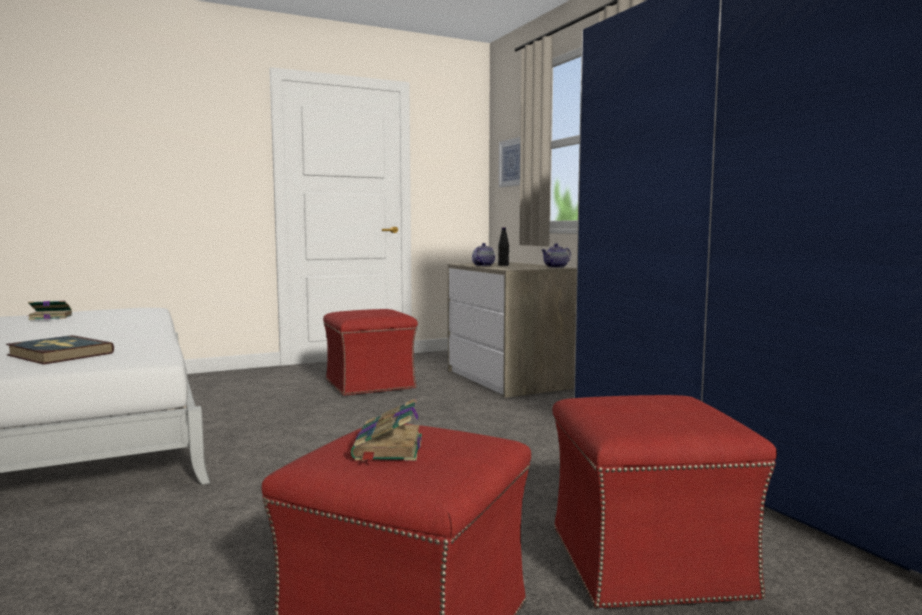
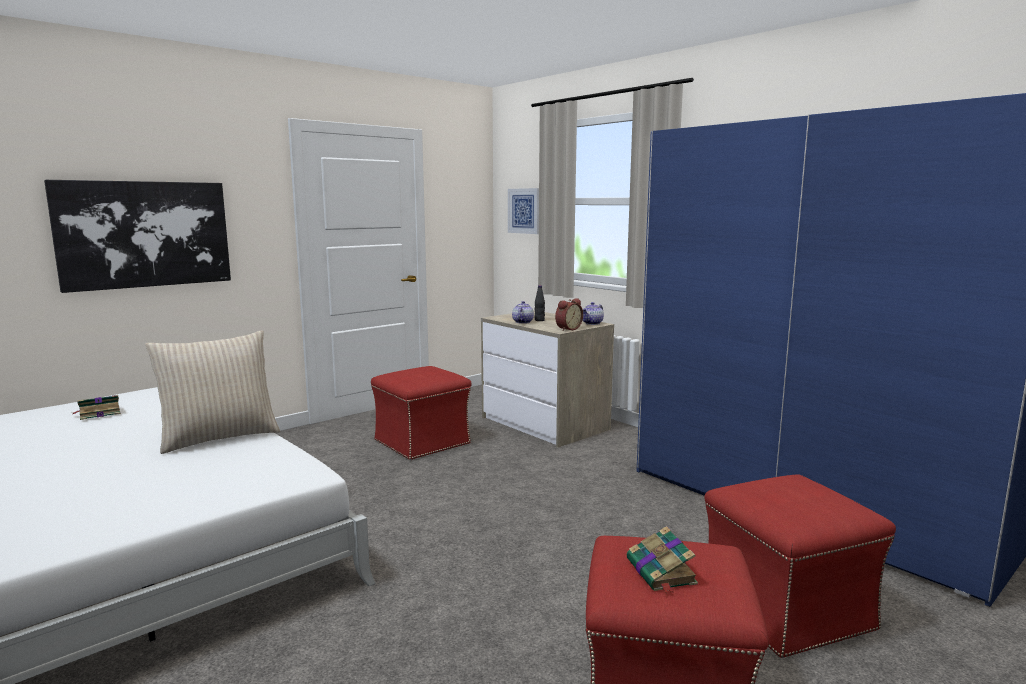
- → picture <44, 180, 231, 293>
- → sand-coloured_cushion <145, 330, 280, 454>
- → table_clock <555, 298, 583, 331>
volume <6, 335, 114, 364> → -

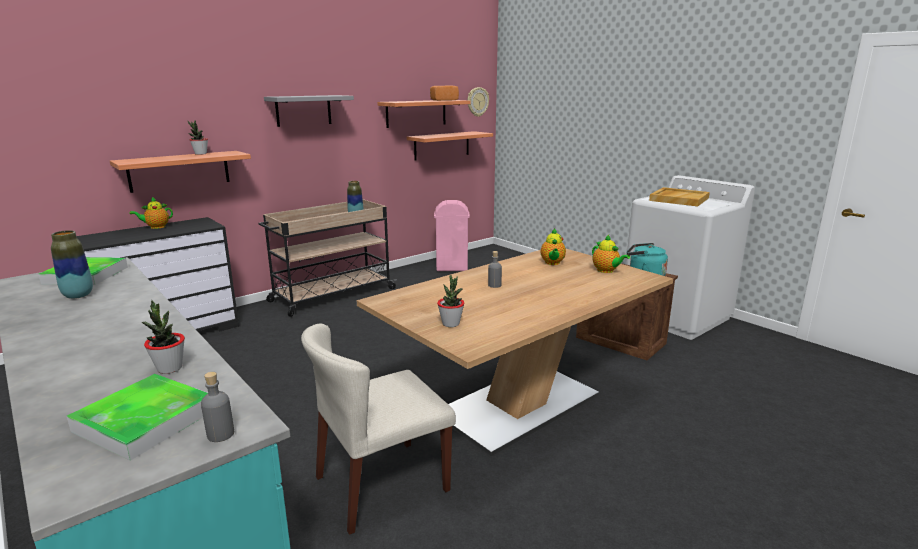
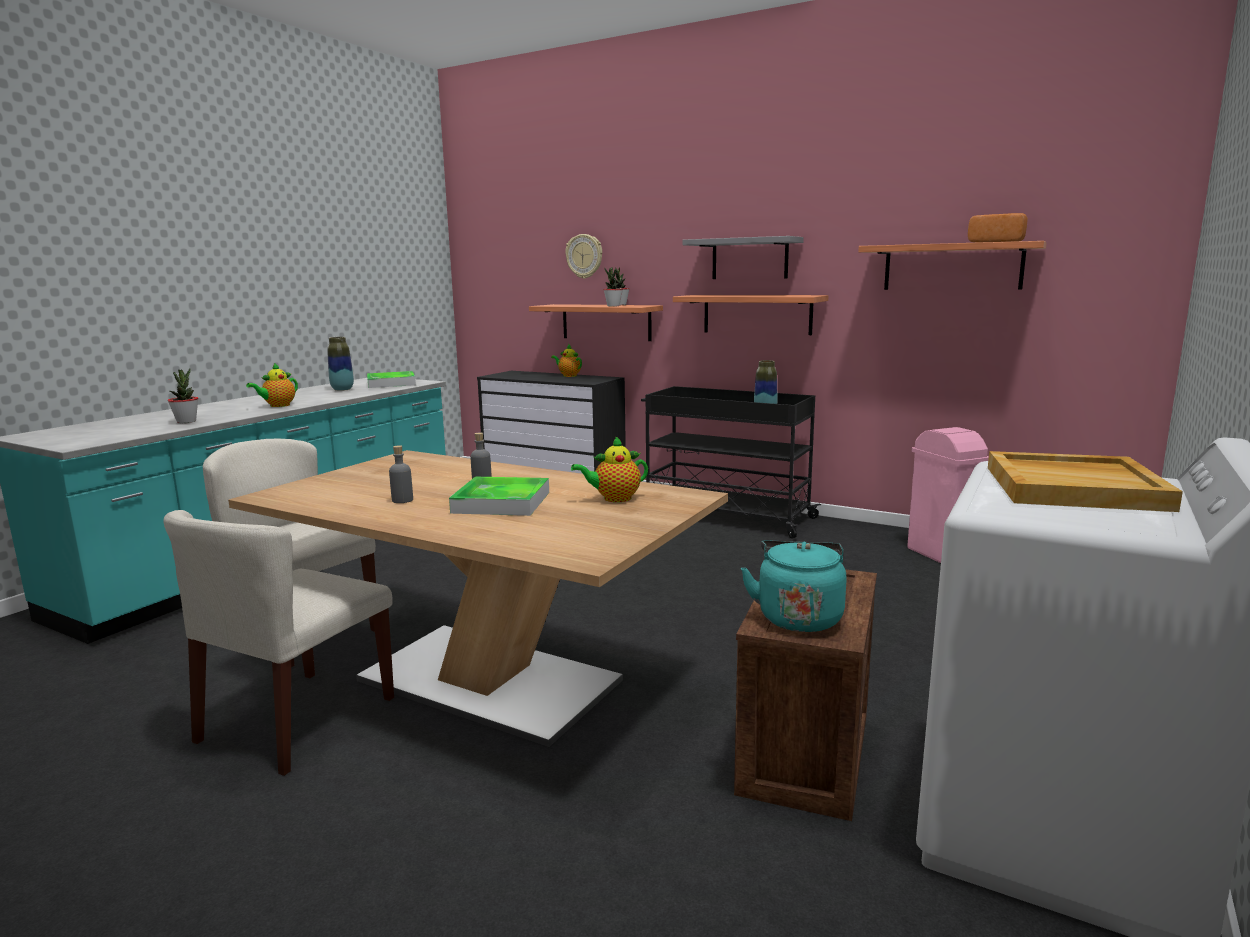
- → sand-coloured_plain_chair <164, 510, 394, 776>
teapot <592, 235, 630, 273> → teapot <246, 363, 298, 407>, move
grey_bottle <201, 372, 234, 442> → grey_bottle <389, 445, 413, 503>, move
tray <67, 374, 208, 461> → tray <449, 477, 549, 516>, move
hanging_clock <468, 87, 489, 117> → hanging_clock <565, 234, 602, 279>, move
houseplant <437, 275, 464, 327> → houseplant <603, 267, 623, 307>, move
sand-coloured_trolley <259, 199, 397, 317> → black-coloured_trolley <641, 386, 821, 539>
shelf <407, 131, 493, 160> → shelf <673, 295, 828, 335>, move

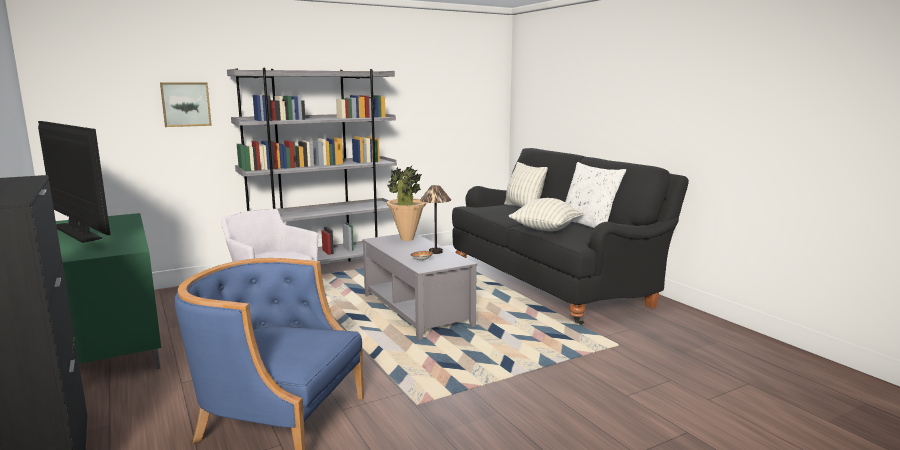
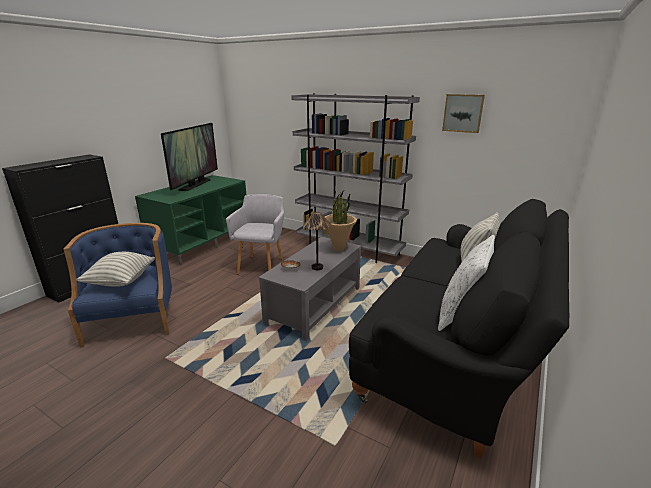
cushion <509, 198, 583, 231> → cushion <76, 252, 155, 287>, move
picture <160, 83, 212, 127> → picture <442, 94, 485, 133>, move

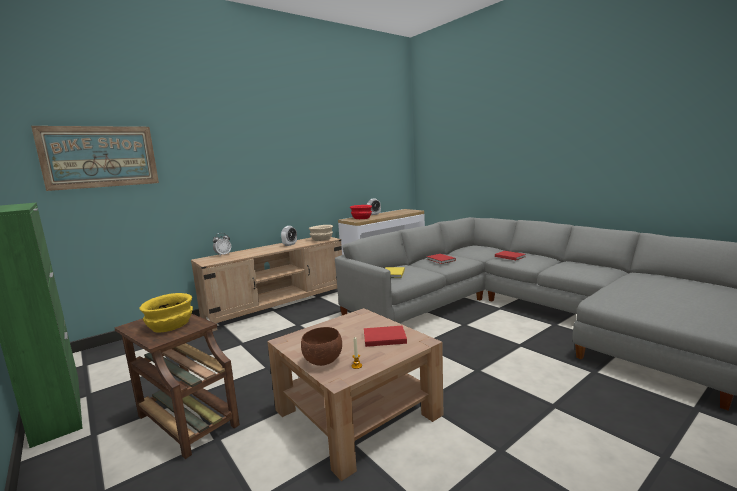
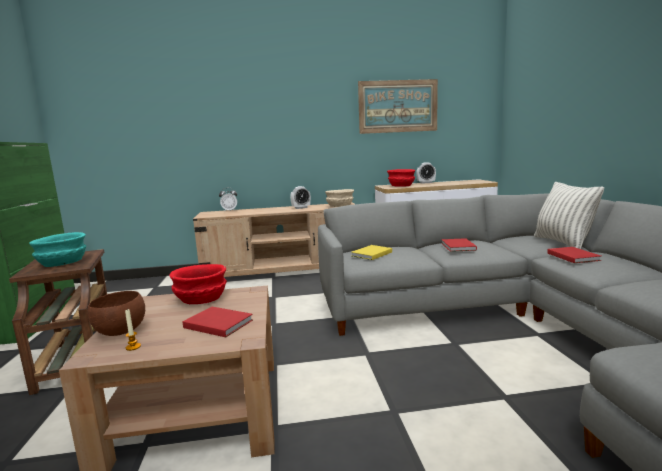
yellow_bowl <139, 293, 193, 333> → turquoise-coloured_bowl <29, 232, 86, 267>
- → red-coloured_bowl <169, 264, 227, 304>
picture <31, 126, 159, 191> → picture <358, 79, 438, 134>, move
- → cushion <534, 182, 604, 249>

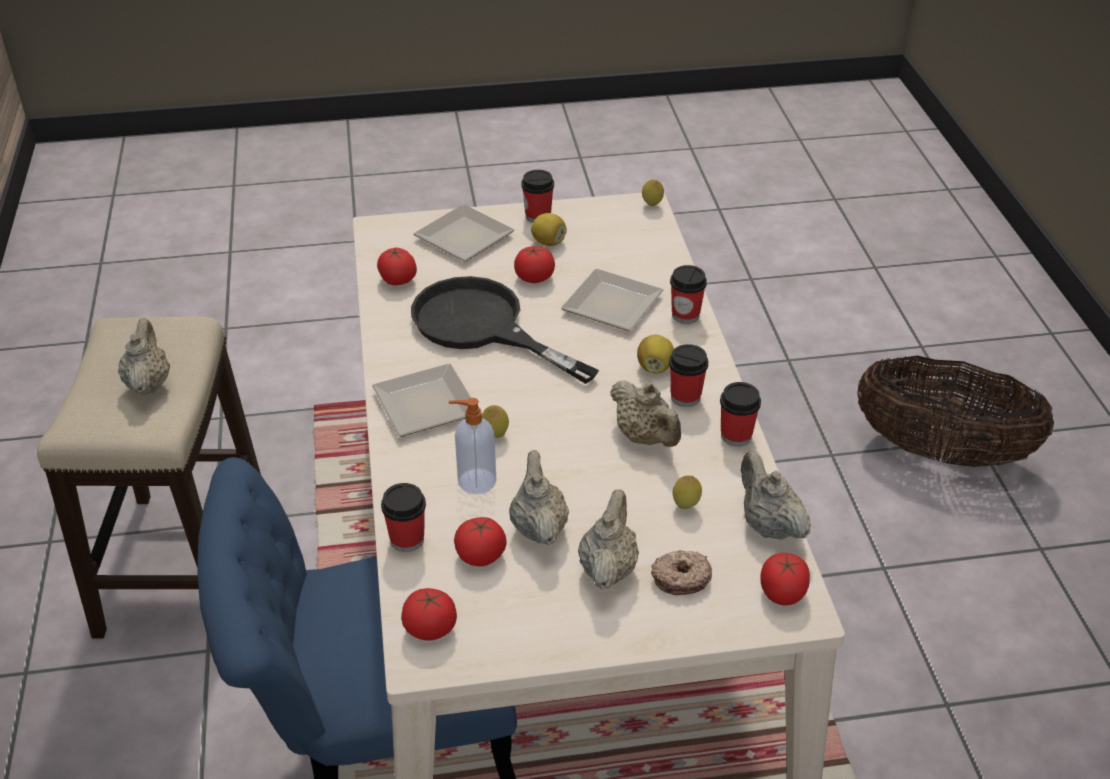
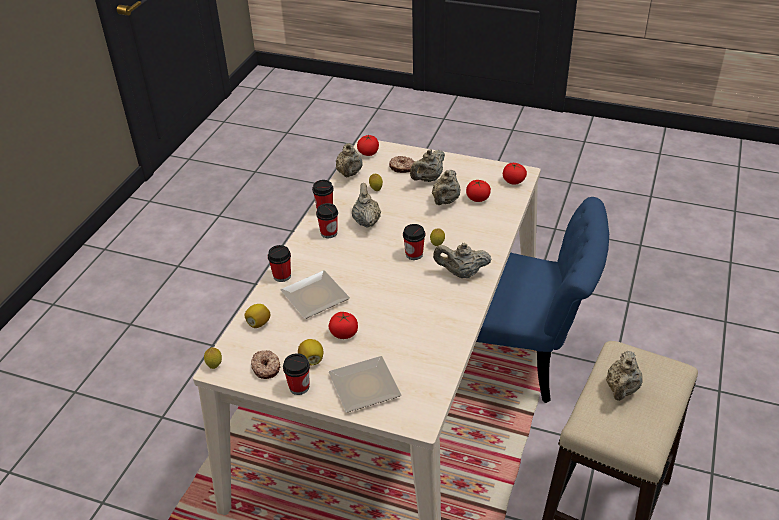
lemon <637, 335, 674, 374> → lemon <245, 304, 270, 328>, move
- → ring_doughnut <251, 350, 280, 379>
small_cup <381, 483, 426, 552> → small_cup <403, 224, 425, 260>, move
flat_dish <372, 363, 471, 437> → sand-coloured_teapot <433, 243, 492, 278>
fresh_tomato <377, 247, 417, 285> → -
black-coloured_skillet <411, 276, 599, 384> → -
soap_bottle <449, 398, 496, 494> → -
storage_basket <857, 356, 1054, 467> → -

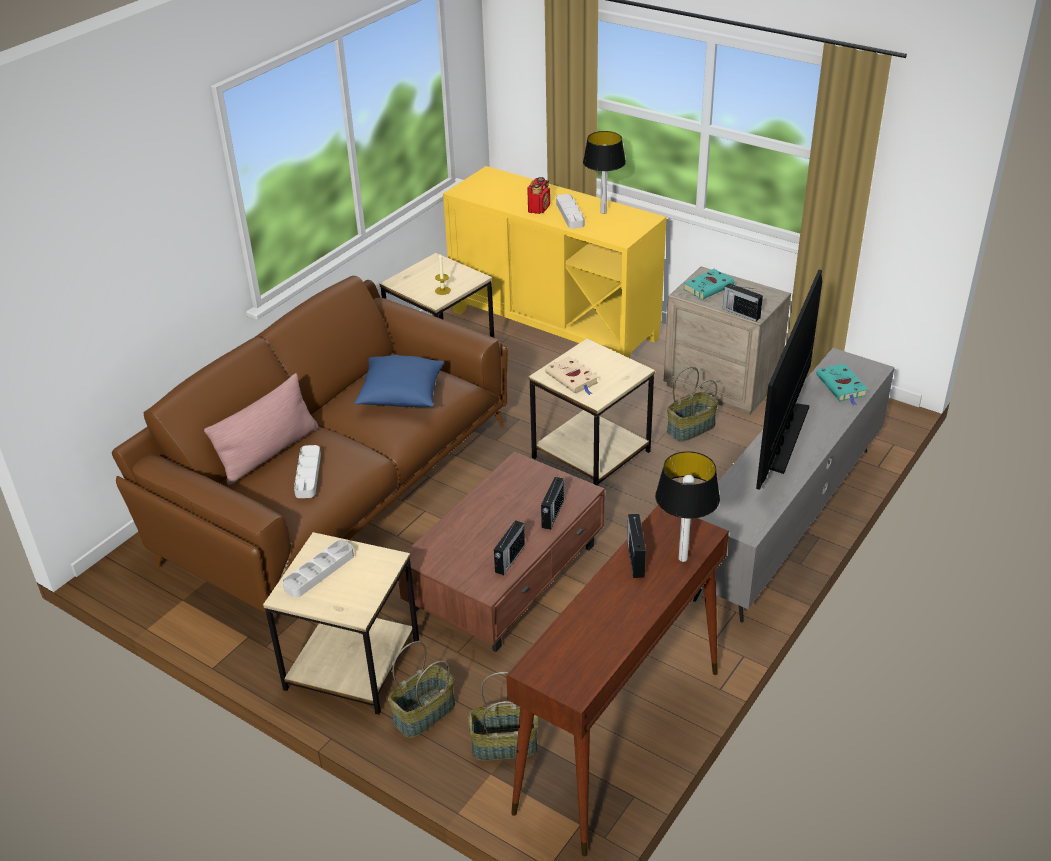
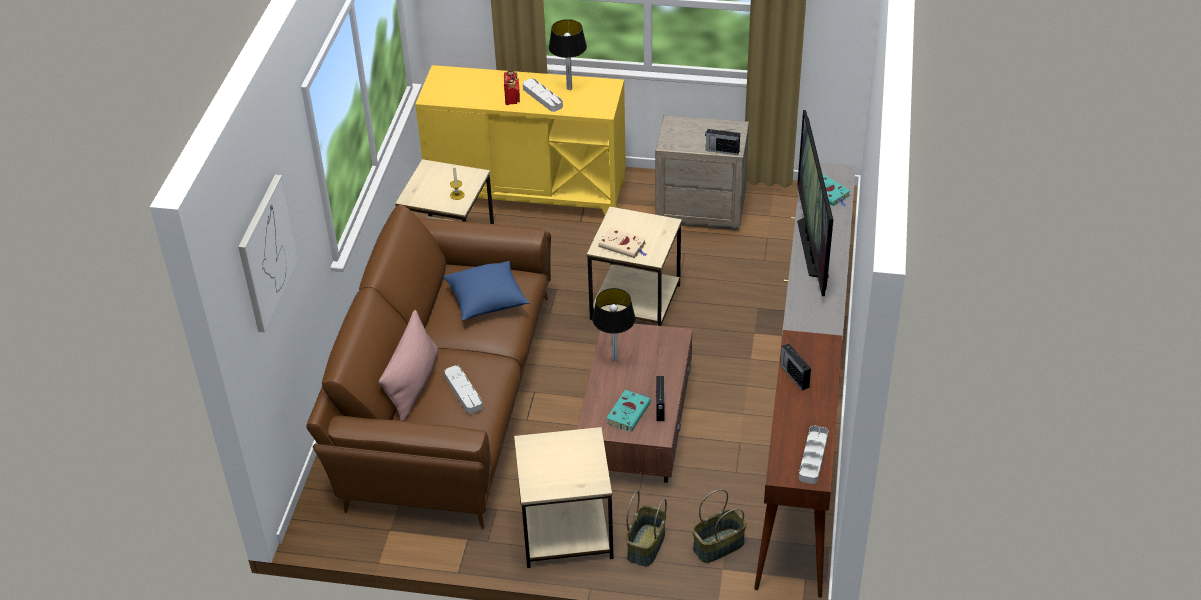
- → picture <238, 175, 299, 333>
tabletop_lamp <655, 451, 720, 562> → tabletop_lamp <592, 288, 636, 361>, move
turquoise-coloured_volume <684, 269, 734, 300> → turquoise-coloured_volume <606, 390, 651, 431>, move
grey_tray <283, 540, 354, 598> → grey_tray <799, 425, 828, 484>, move
radio_receiver <541, 475, 564, 530> → -
storage_basket <667, 367, 718, 442> → -

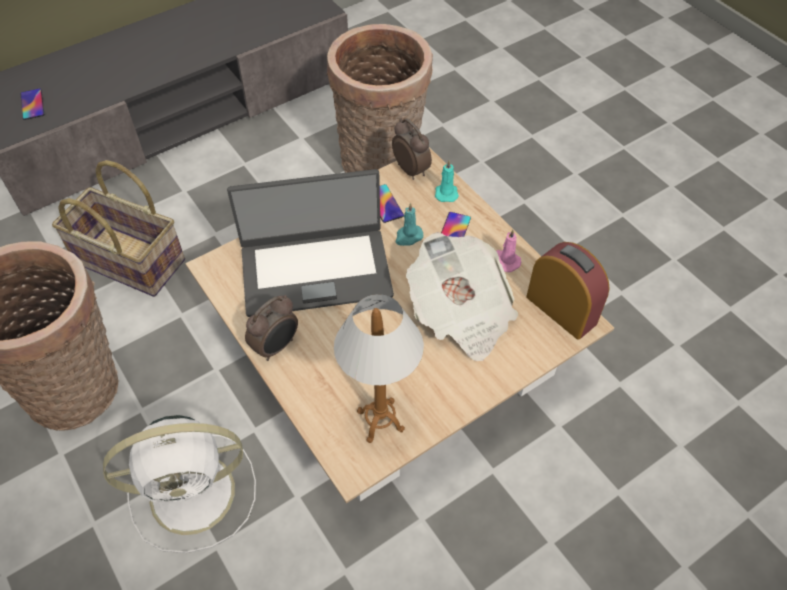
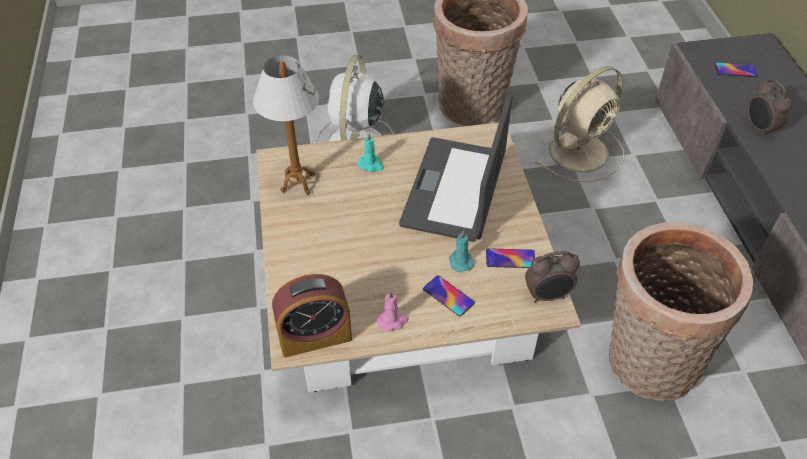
turquoise-coloured_candle <435, 160, 459, 202> → turquoise-coloured_candle <358, 133, 384, 172>, move
storage_basket <52, 160, 185, 297> → sand-coloured_cooling_fan <535, 66, 624, 182>
table_clock <245, 295, 298, 361> → table_clock <747, 79, 792, 138>, move
daily_paper <406, 232, 518, 361> → -

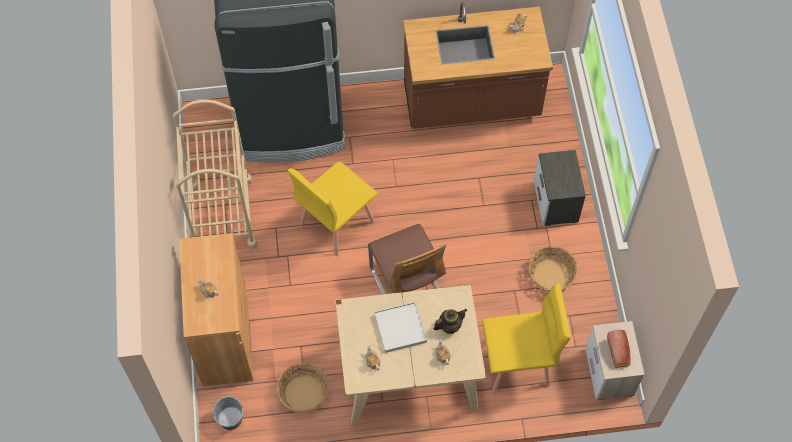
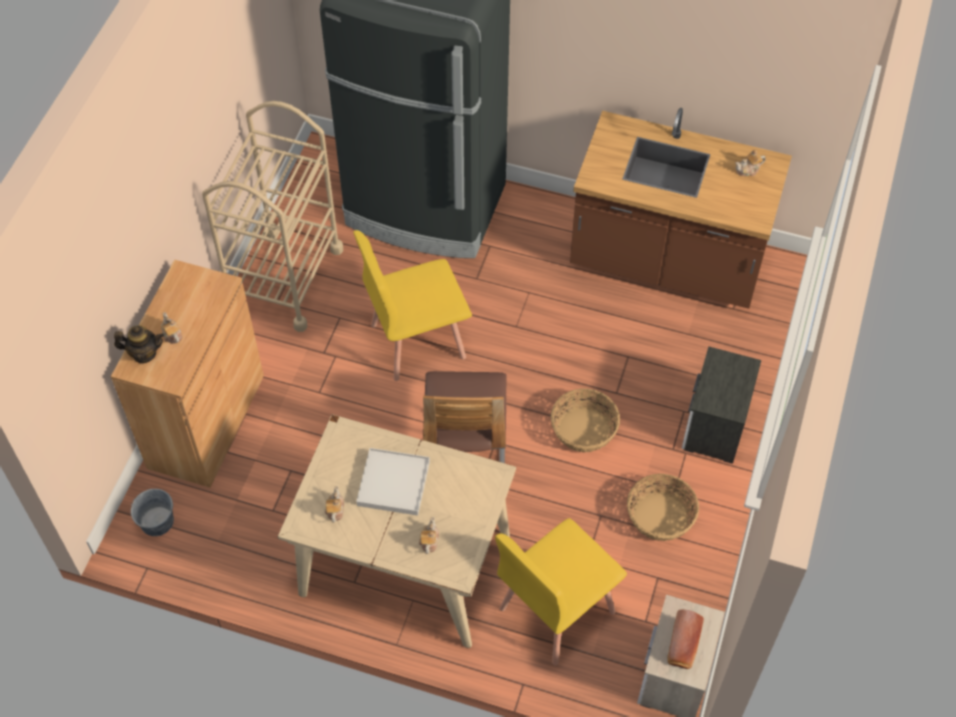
teapot <433, 309, 467, 334> → teapot <114, 325, 164, 363>, move
yellow_plain_chair <482, 283, 571, 393> → yellow_plain_chair <495, 518, 627, 665>, 120 degrees clockwise
storage_basket <277, 363, 329, 413> → storage_basket <551, 388, 620, 452>, move

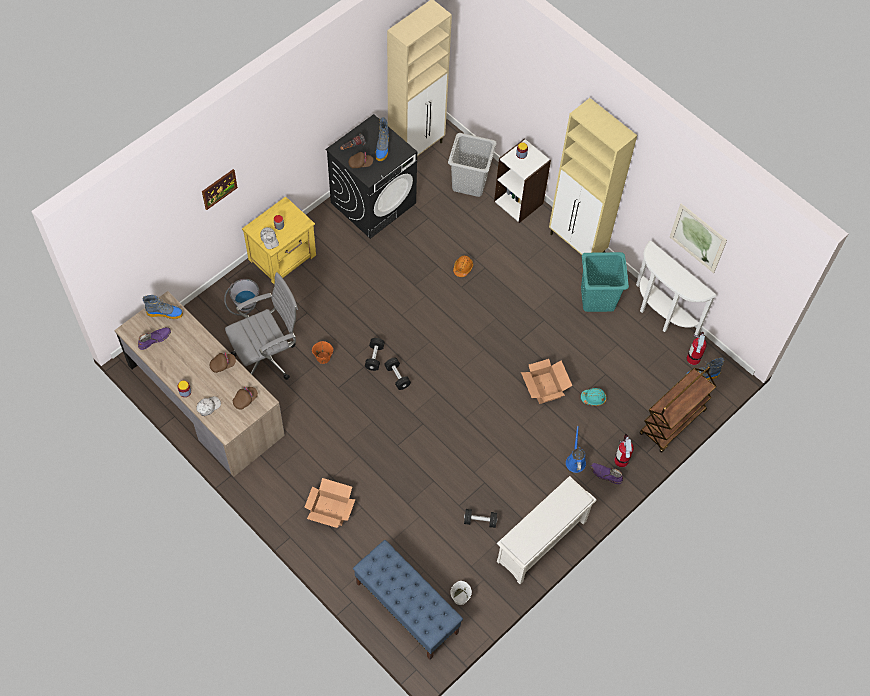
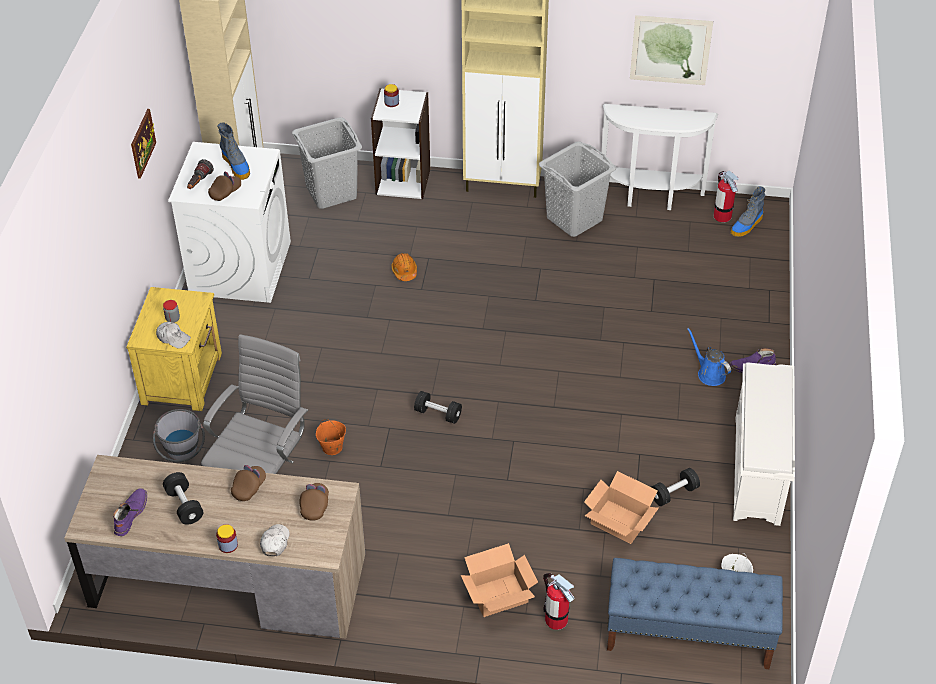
picture <202, 169, 238, 210> → picture <131, 109, 156, 179>, move
black-coloured_hand_weight <365, 338, 385, 371> → black-coloured_hand_weight <163, 472, 203, 525>, move
black-coloured_laundry_appliance <326, 114, 417, 239> → whitish_laundry_appliance <168, 142, 291, 303>
turquoise-coloured_hamper <581, 252, 629, 312> → grey_hamper <539, 142, 616, 237>
extinguisher <614, 434, 634, 467> → extinguisher <543, 573, 574, 630>, move
cardboard_box <521, 359, 572, 404> → cardboard_box <584, 471, 659, 544>, move
high-top_boot <143, 295, 183, 319> → -
turquoise-coloured_work_helmet <581, 388, 607, 406> → -
brown_trolley <639, 366, 717, 453> → -

